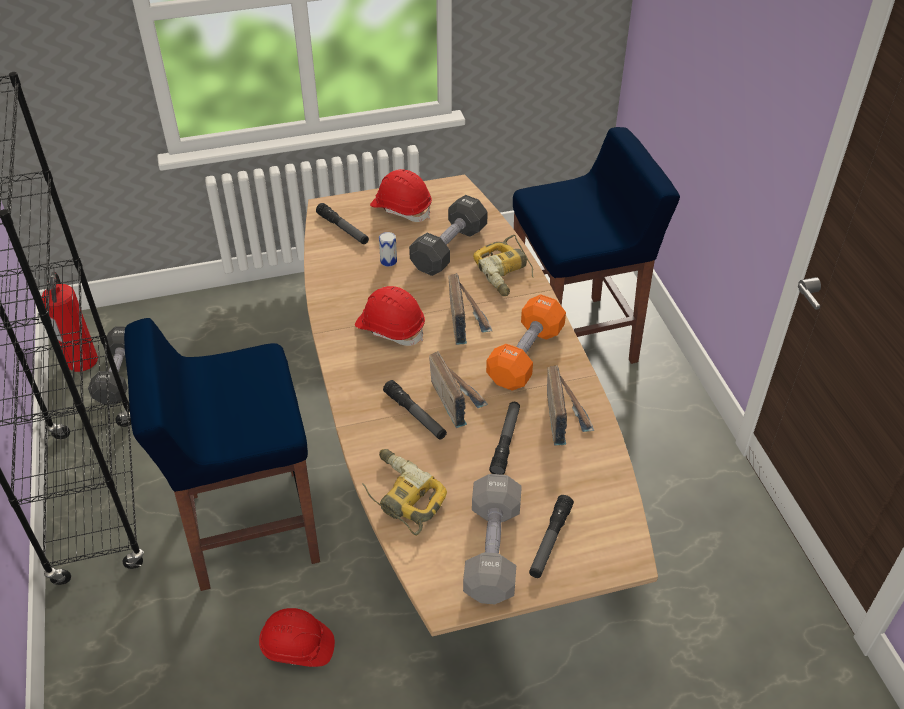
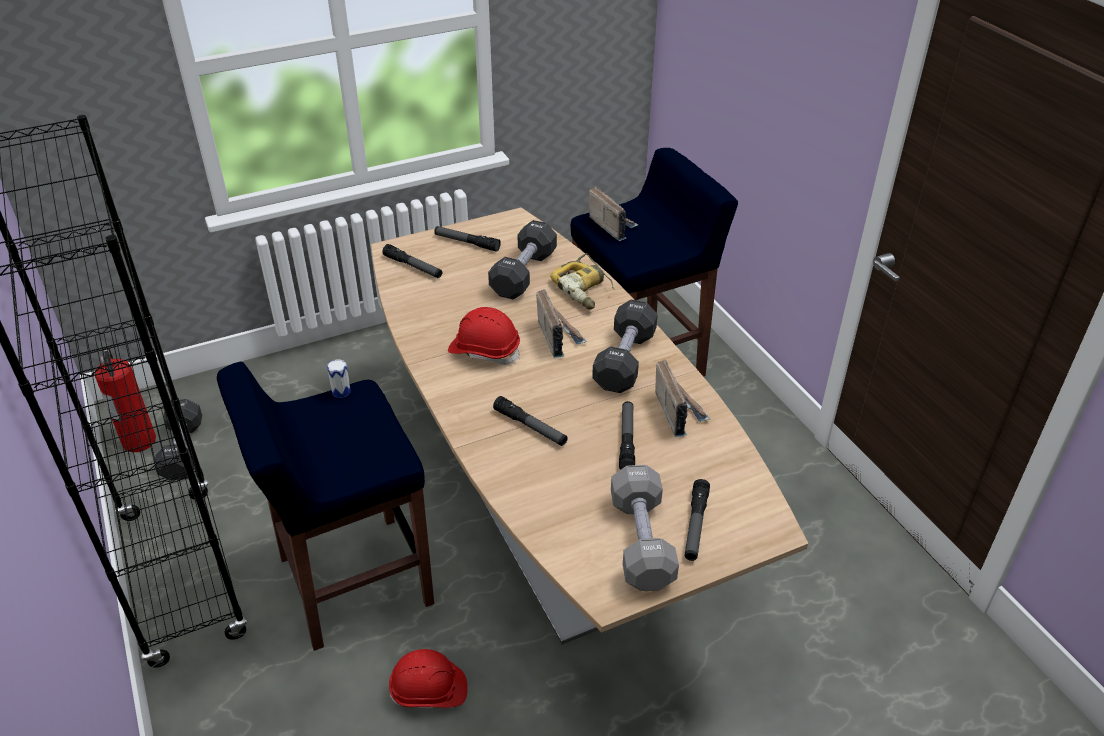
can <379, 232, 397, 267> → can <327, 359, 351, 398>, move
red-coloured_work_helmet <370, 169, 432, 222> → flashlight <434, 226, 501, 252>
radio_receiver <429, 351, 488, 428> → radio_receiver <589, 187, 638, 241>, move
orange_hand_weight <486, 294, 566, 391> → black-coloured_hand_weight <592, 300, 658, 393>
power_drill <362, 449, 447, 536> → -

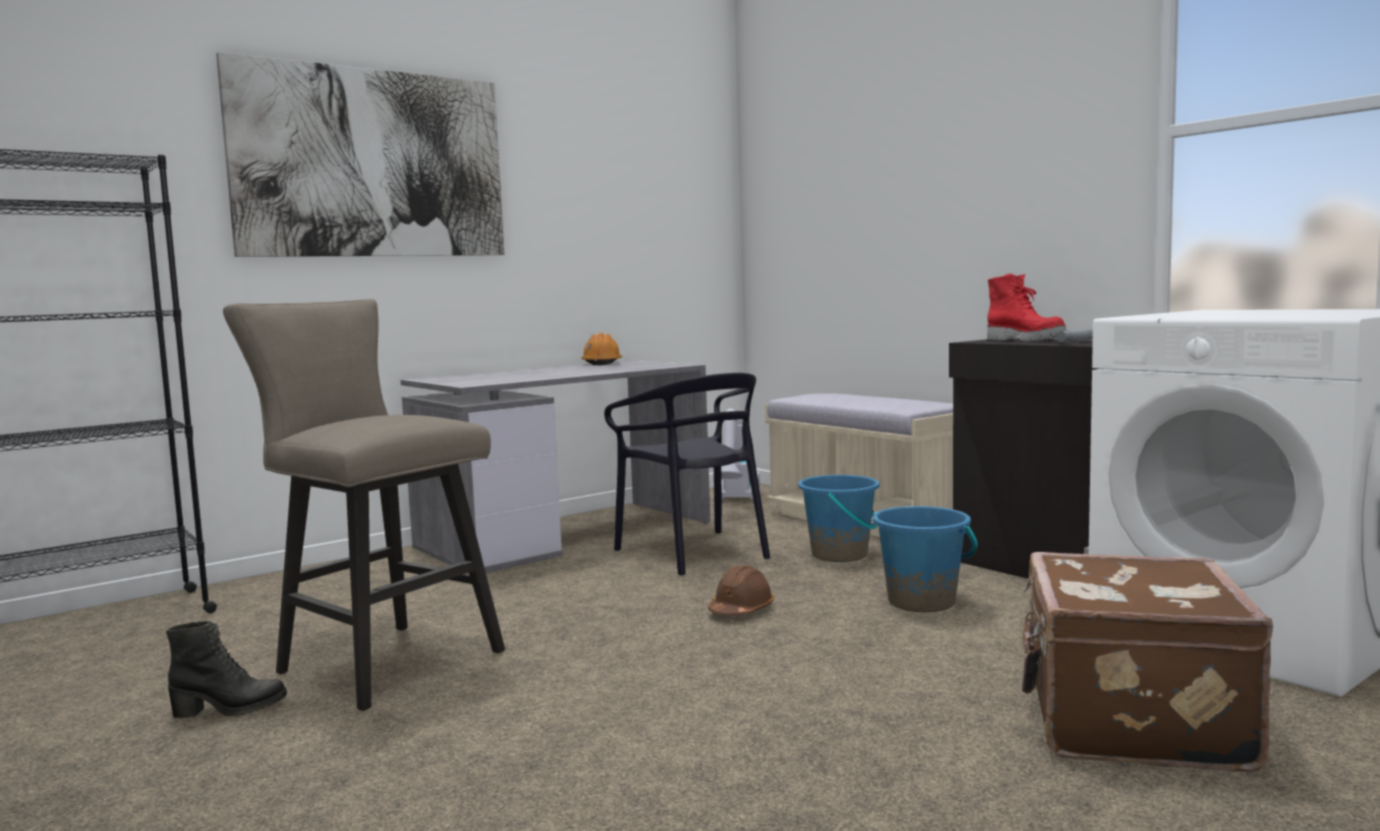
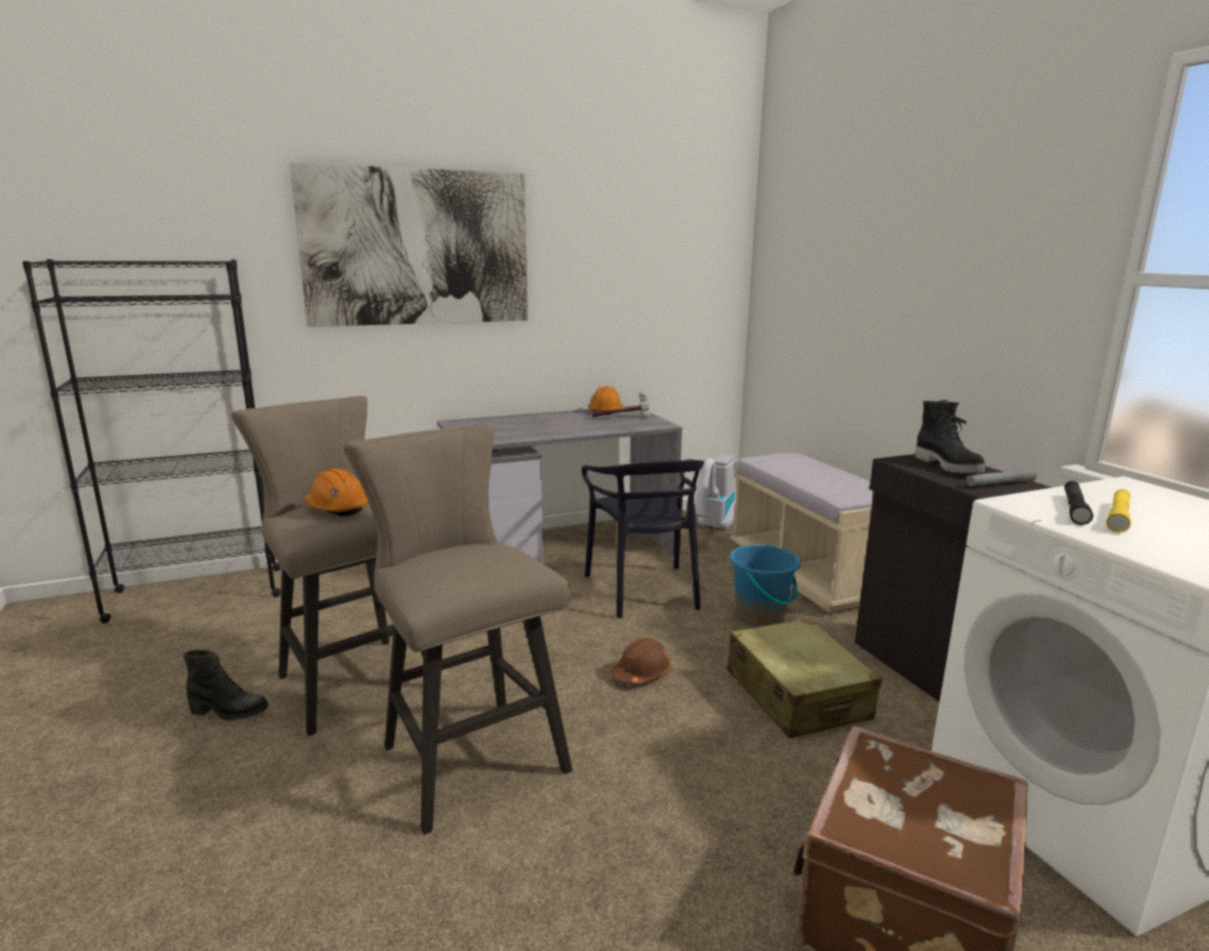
- → orange_work_helmet <304, 468, 369, 516>
- → sand-coloured_stool_seat <343, 424, 572, 835>
- → hammer <592, 391, 650, 418>
blue_water_bucket <873, 506, 977, 612> → sand-coloured_suitcase <727, 618, 882, 738>
red-coloured_high-top_boot <987, 274, 1066, 341> → black-coloured_high-top_boot <915, 400, 985, 473>
- → black-coloured_flashlight <1064, 481, 1093, 525>
- → yellow_flashlight <1106, 489, 1131, 533>

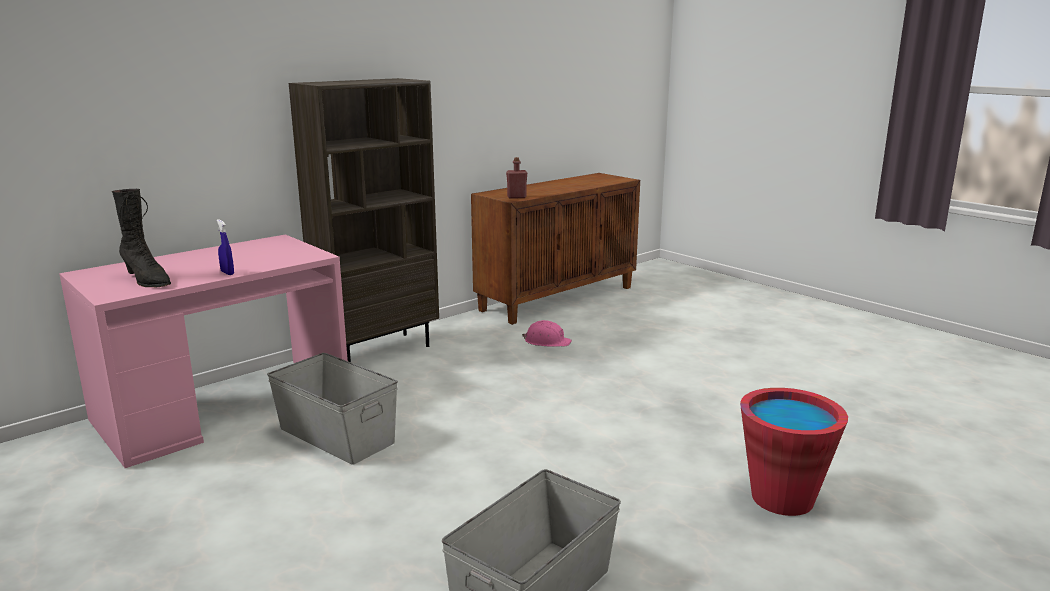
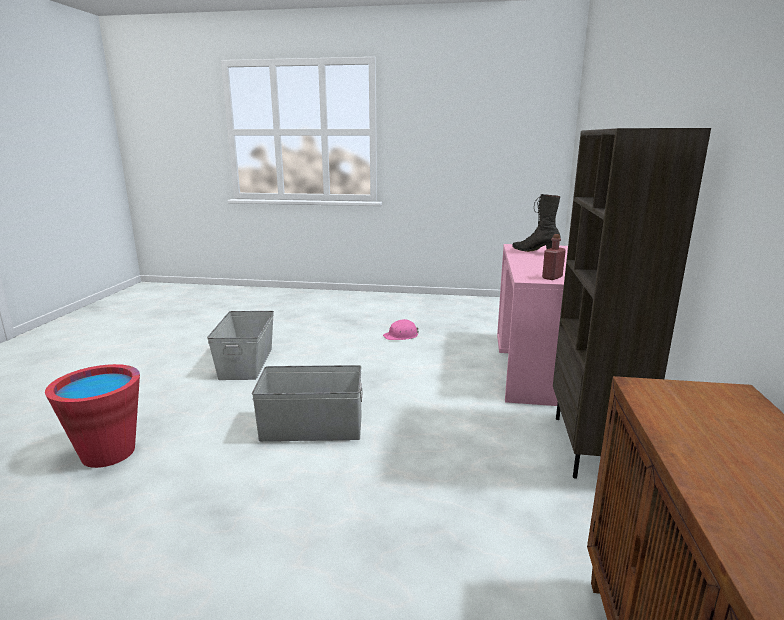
grey_storage_container <267, 353, 398, 465> → grey_storage_container <252, 365, 363, 441>, move
pink-coloured_work_helmet <522, 320, 572, 347> → pink-coloured_work_helmet <383, 319, 419, 340>, move
black-coloured_high-top_boot <112, 189, 171, 287> → black-coloured_high-top_boot <512, 194, 560, 252>, 45 degrees clockwise
red-coloured_bottle <506, 157, 527, 198> → red-coloured_bottle <542, 234, 566, 280>, move
blue_hand_sprayer <216, 220, 234, 275> → -

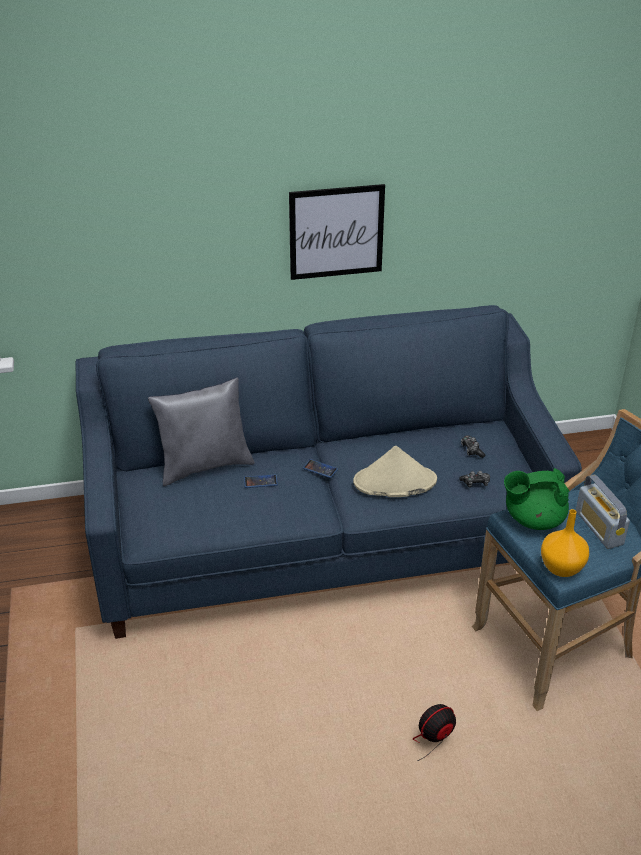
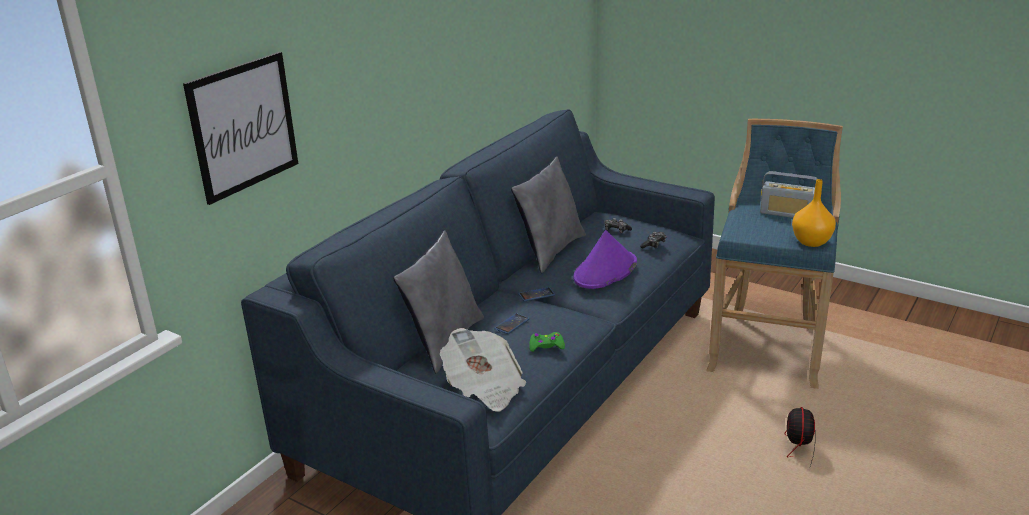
picture <289, 184, 385, 280> → picture <183, 52, 298, 205>, move
- → daily_paper <440, 328, 526, 412>
- → grey_cushion <511, 157, 586, 273>
- → greenish_game_controller <529, 332, 565, 352>
sand-coloured_clothing_hat <353, 446, 437, 497> → purplish_clothing_hat <573, 230, 637, 289>
greenish_teapot <504, 468, 569, 530> → -

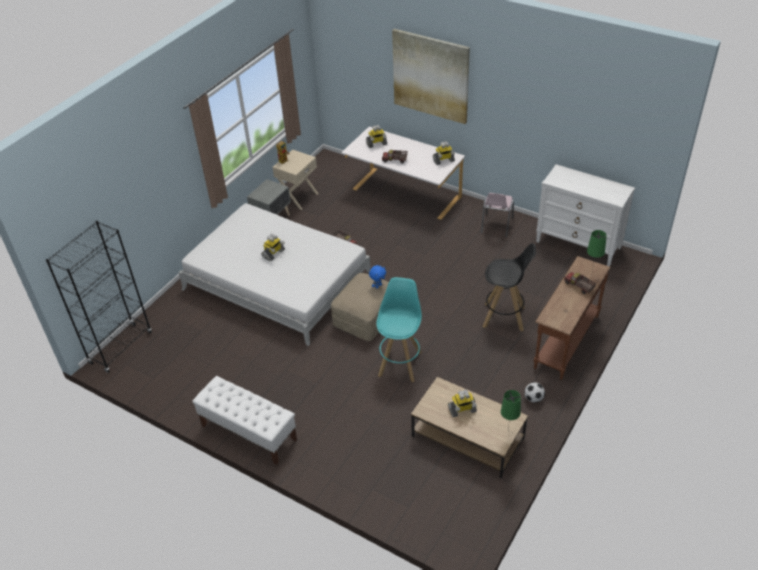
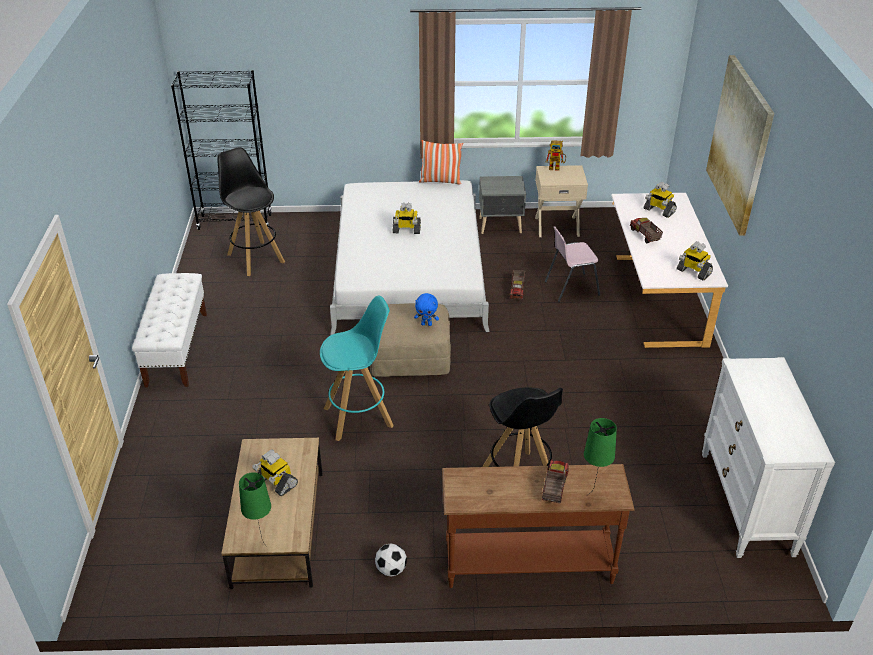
- → black-coloured_stool_seat <217, 147, 285, 276>
- → cushion <419, 140, 463, 185>
pink-coloured_plain_chair <481, 193, 514, 237> → pink-coloured_plain_chair <545, 226, 600, 302>, move

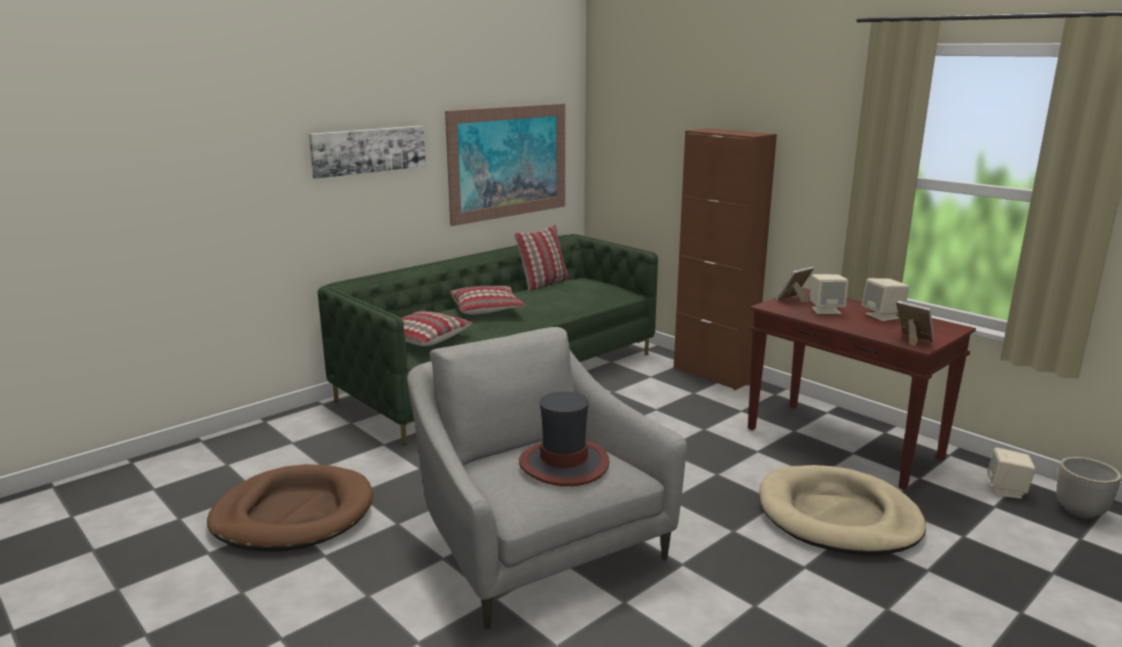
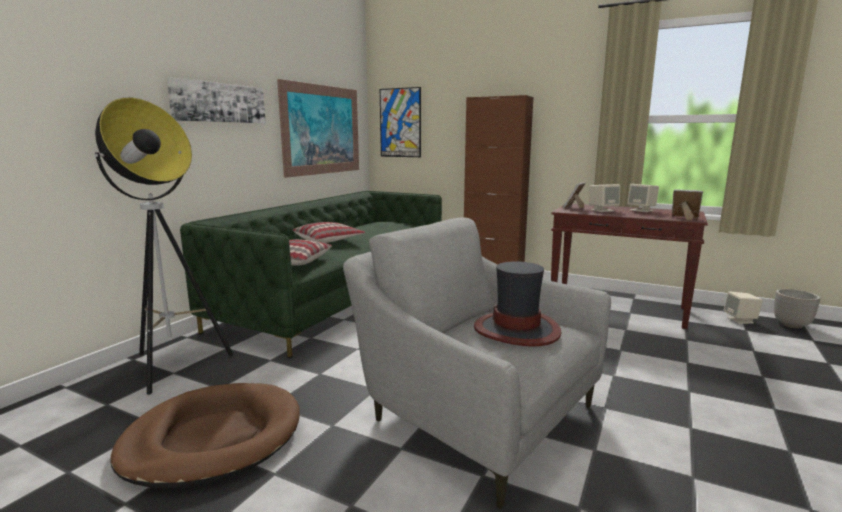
- → standard_lamp <95, 98, 233, 395>
- → picture <380, 87, 421, 157>
cushion <514, 225, 570, 291> → -
sand-coloured_pet_bed <759, 465, 926, 555> → -

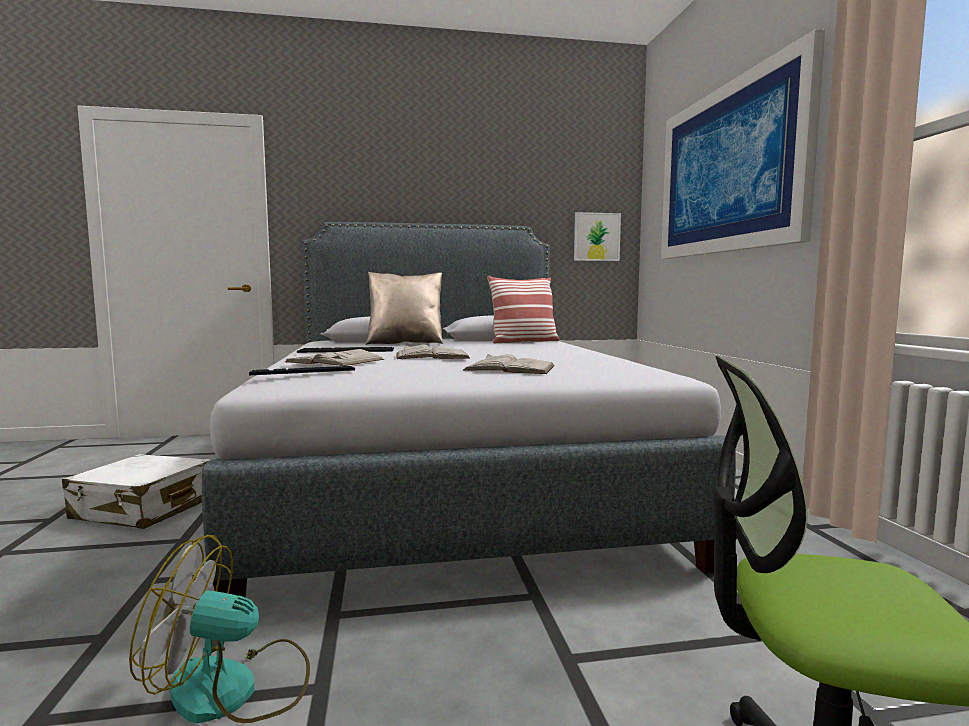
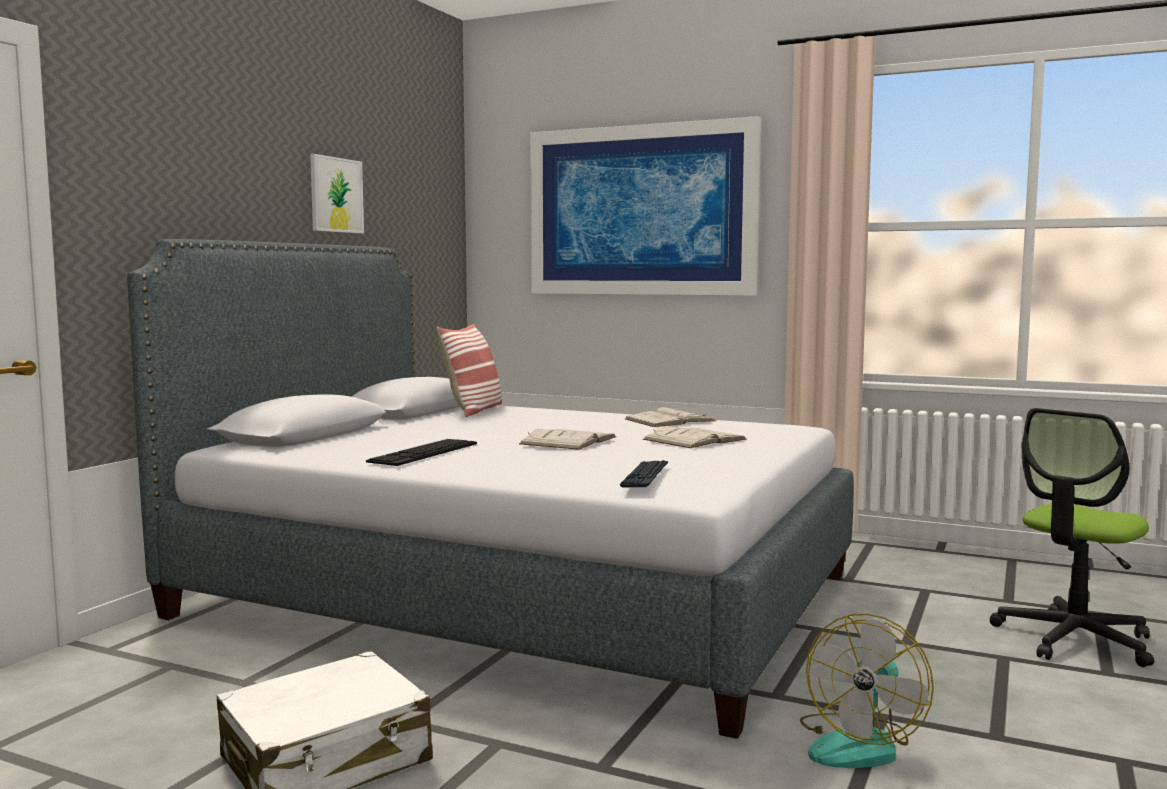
picture <574, 212, 621, 261> → picture <310, 154, 364, 234>, move
whitish_volume <284, 349, 384, 366> → whitish_volume <625, 407, 716, 427>, move
sand-coloured_cushion <365, 272, 443, 345> → -

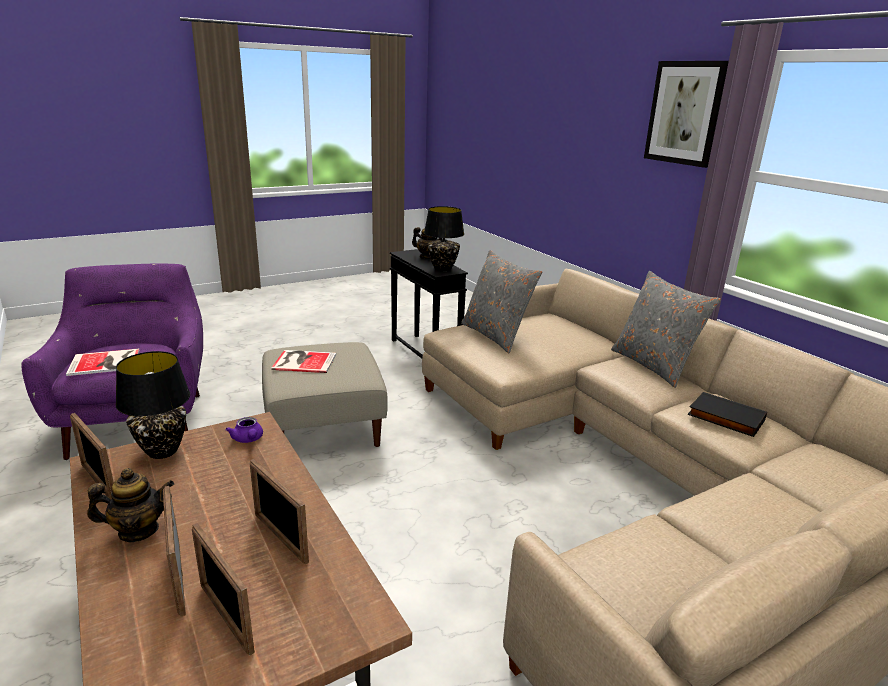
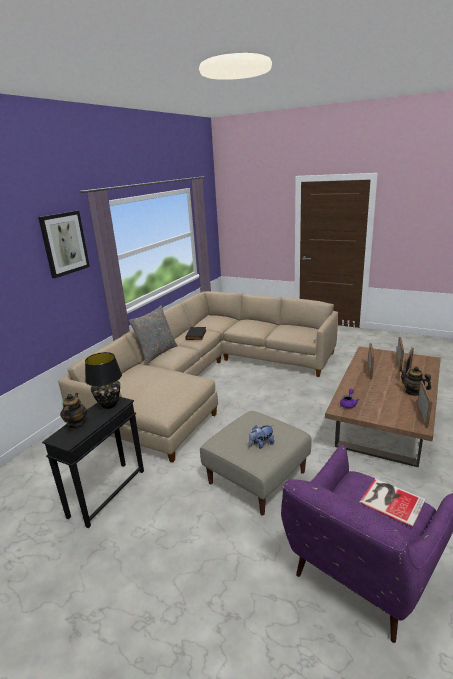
volume <271, 350, 336, 373> → cuddly_toy <249, 425, 274, 449>
black-coloured_tabletop_lamp <116, 351, 190, 459> → -
grey_cushion <461, 250, 542, 353> → -

